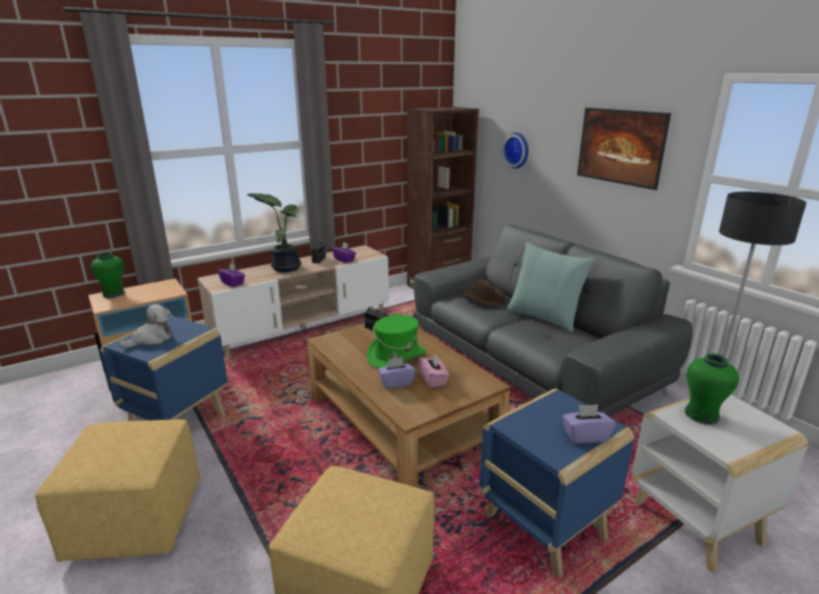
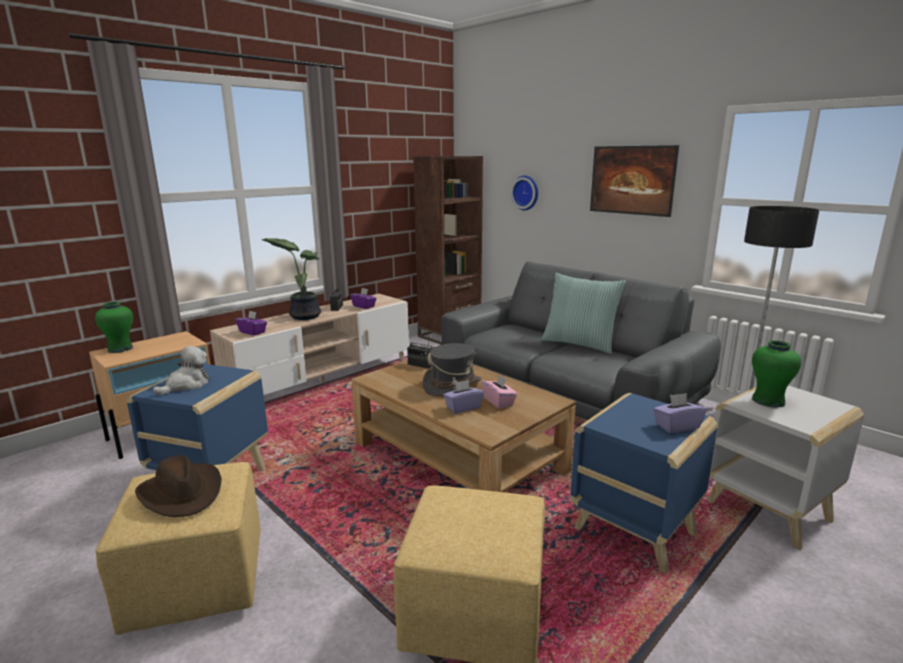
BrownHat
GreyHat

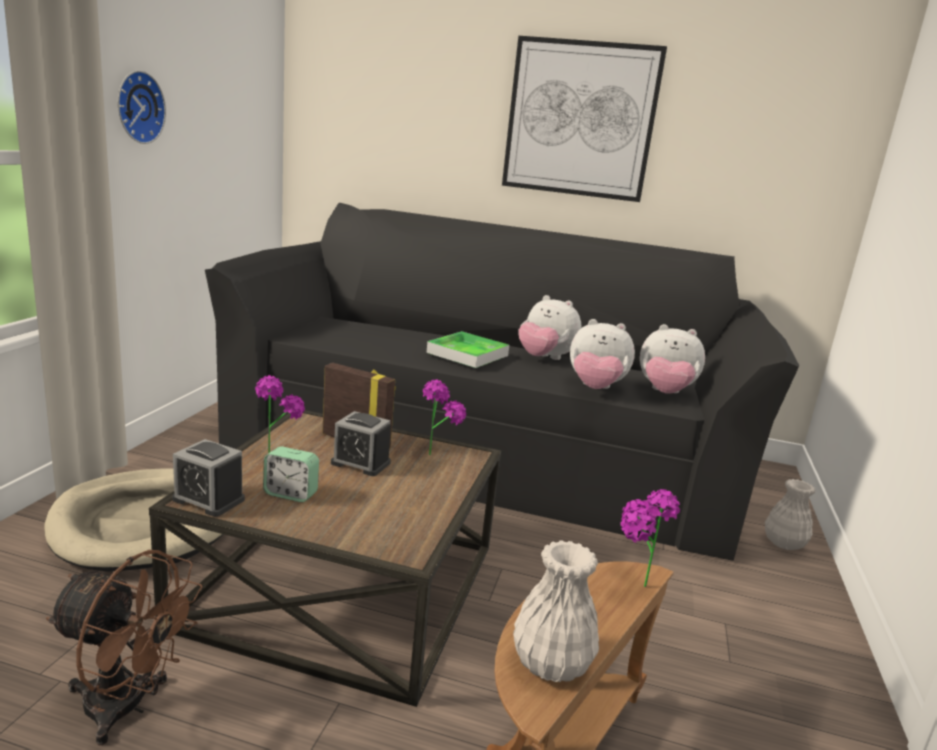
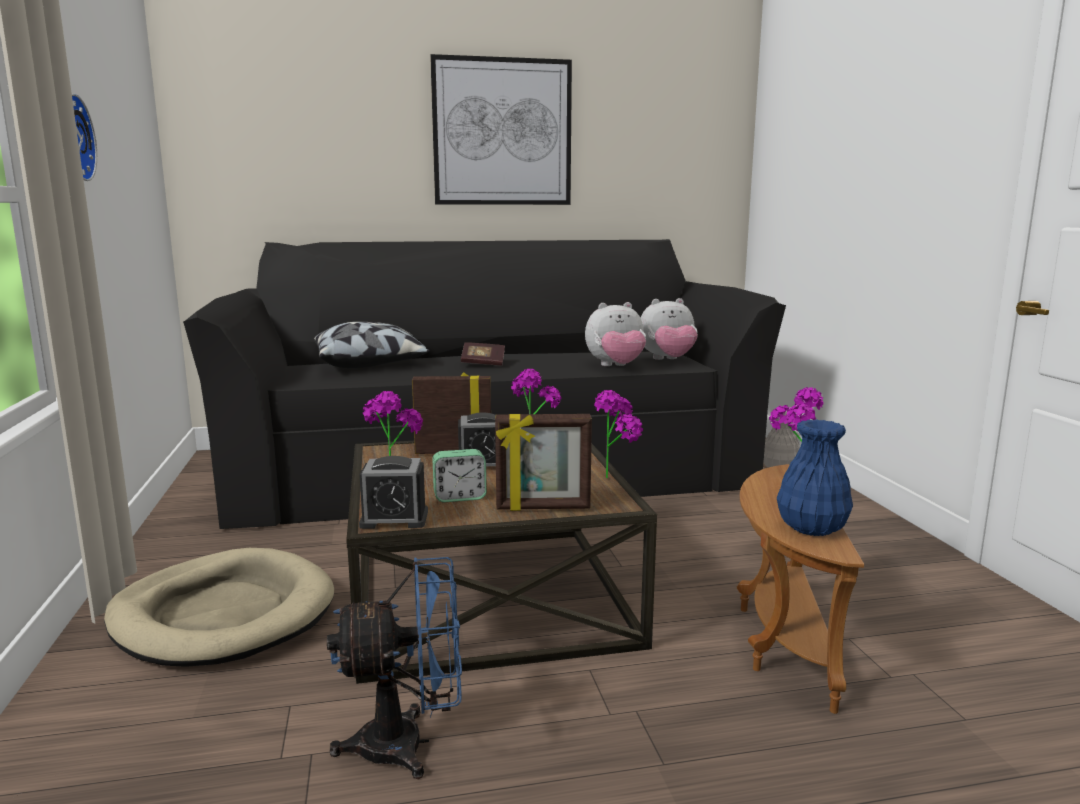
Pillow
BlueFan
Book
PictureFrame (no. 2 from left)
PottedPlant (no. 3 from left)
BlueVase
PlushToy (no. 1 from left in the first image)

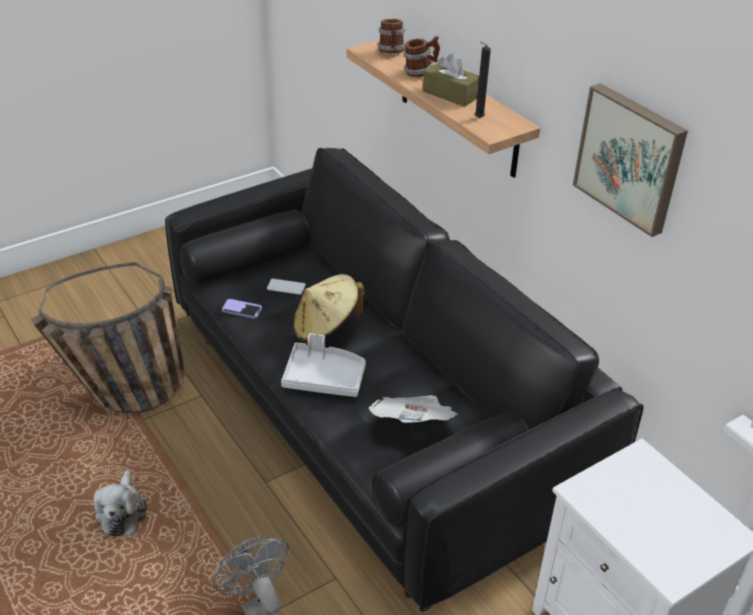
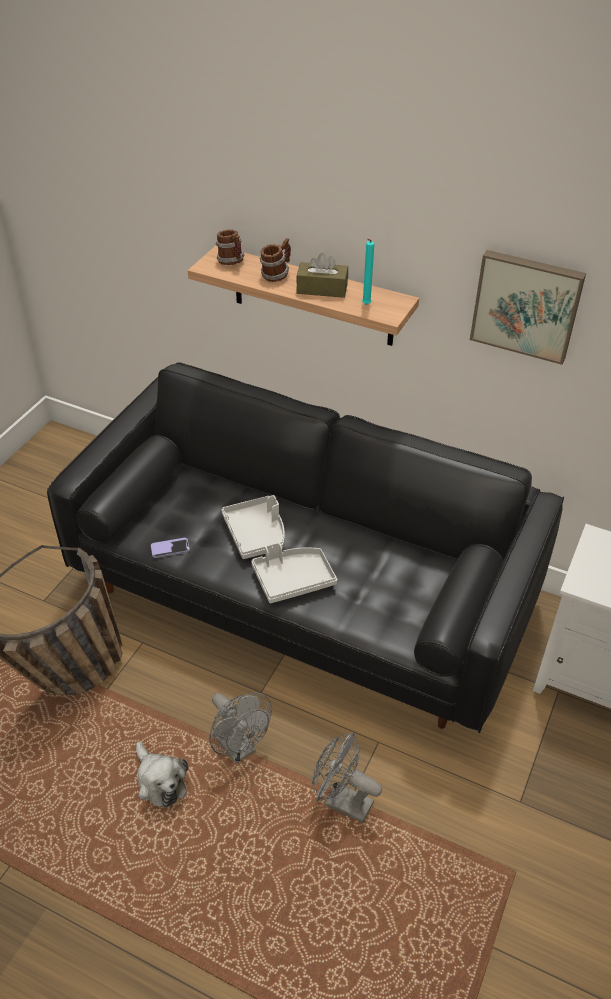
GreyFan (no. 1 from left)
GreyTray (no. 1 from left)
TurquoiseCandle
Phone (no. 2 from left in the first image)
Newspaper

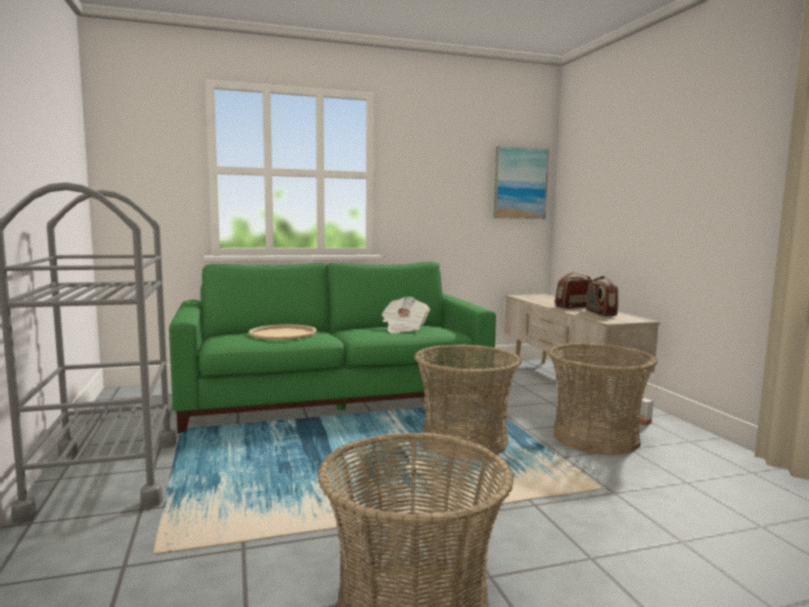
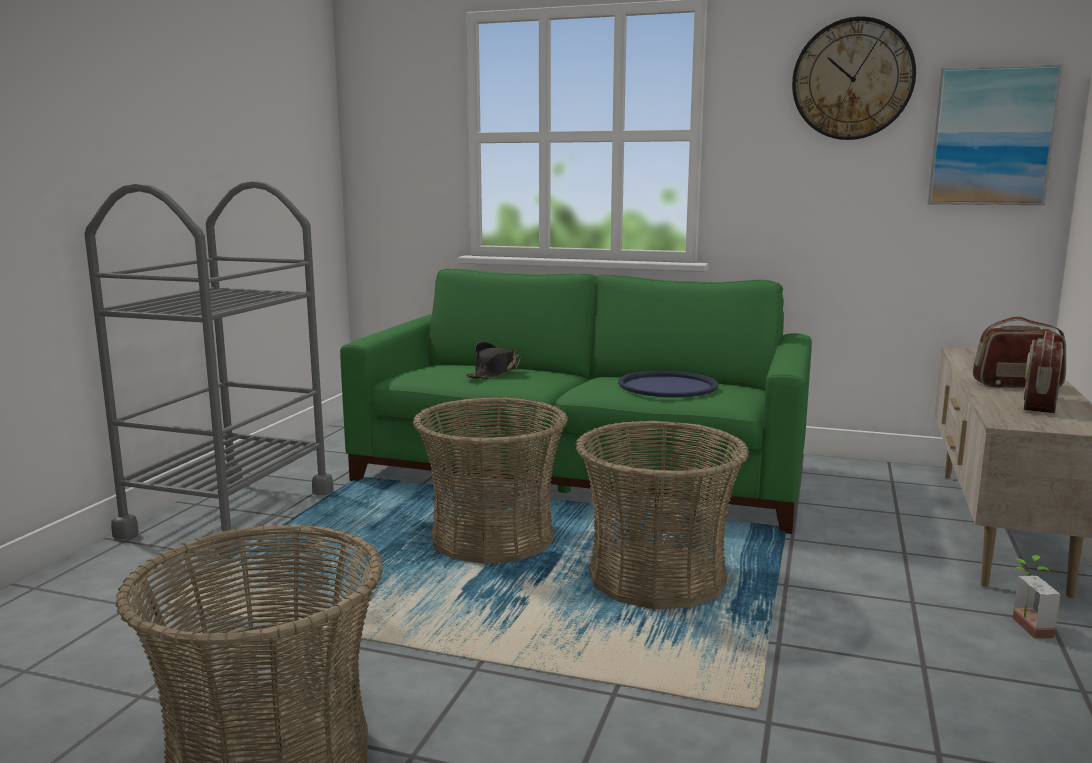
Basket (no. 2 from left)
BlackHat
BlueTray
WallClock

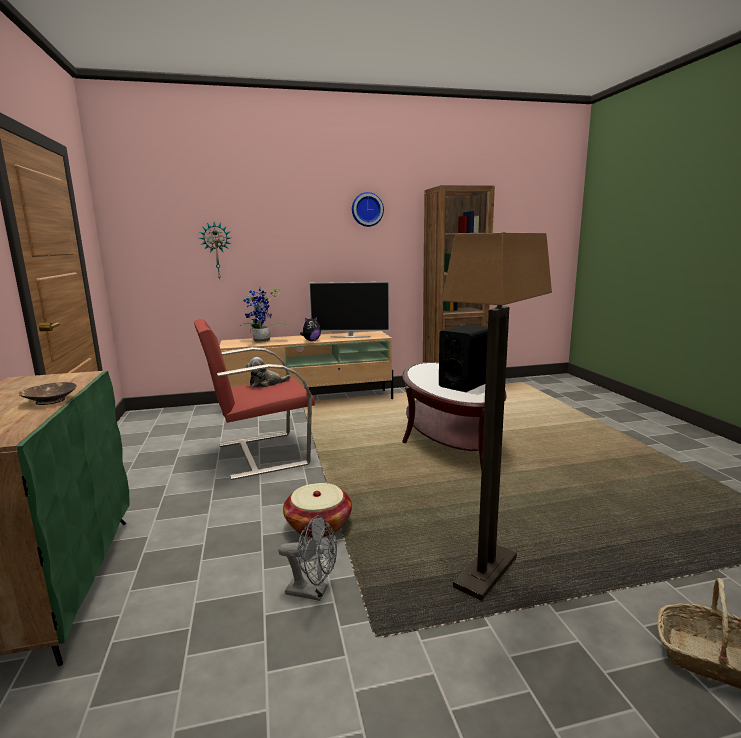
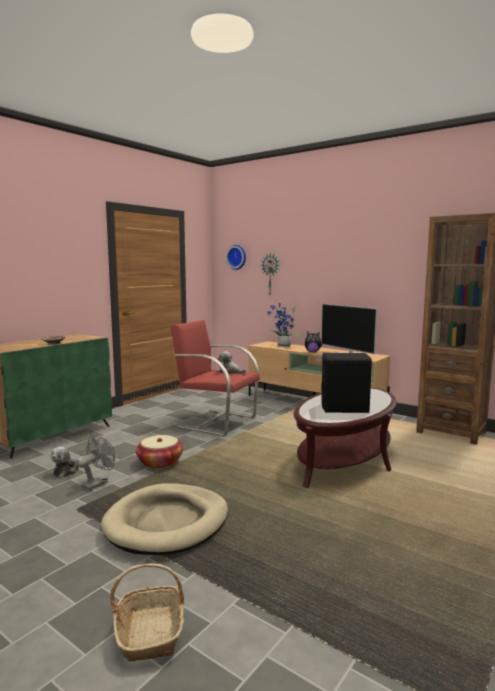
PlushToy (no. 1 from left)
GreyFan
BeigeDogBed
WallClock (no. 1 from left)

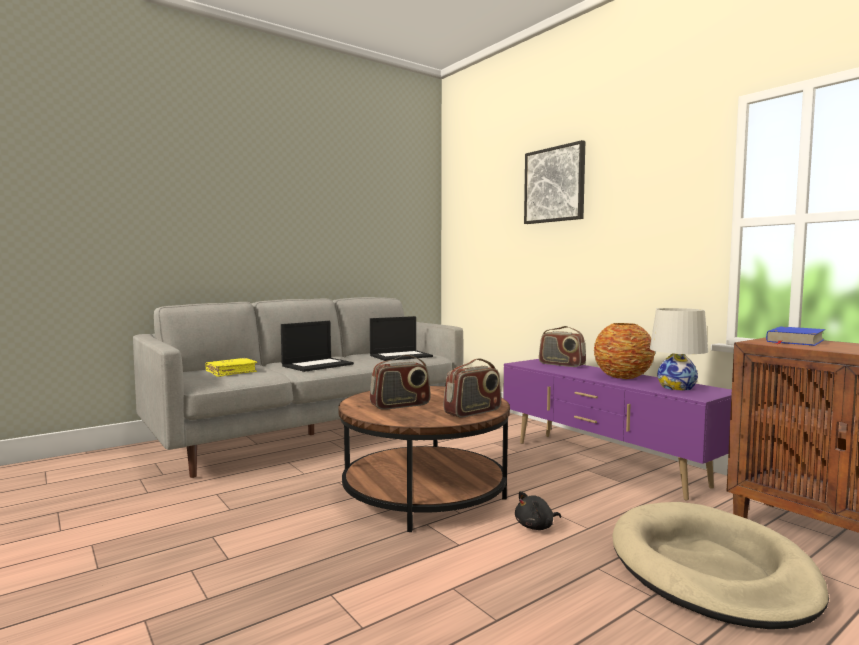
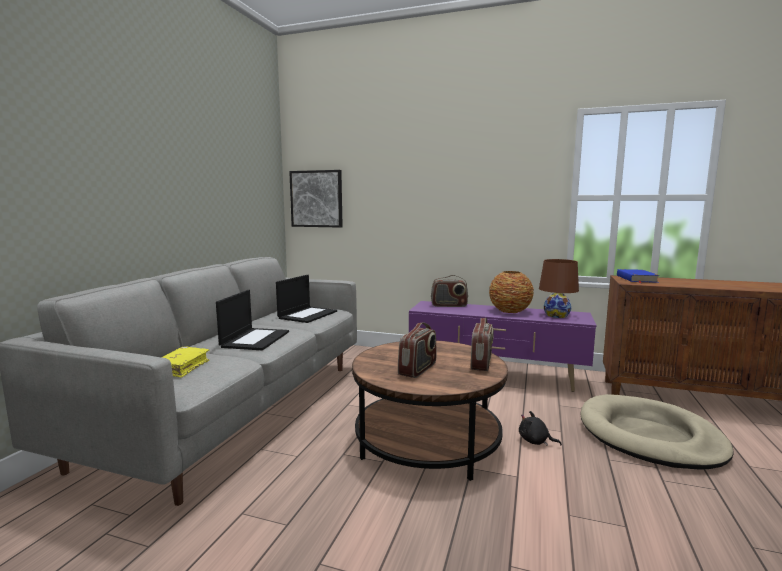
Picture
BlackPlushToy
BrownTableLamp

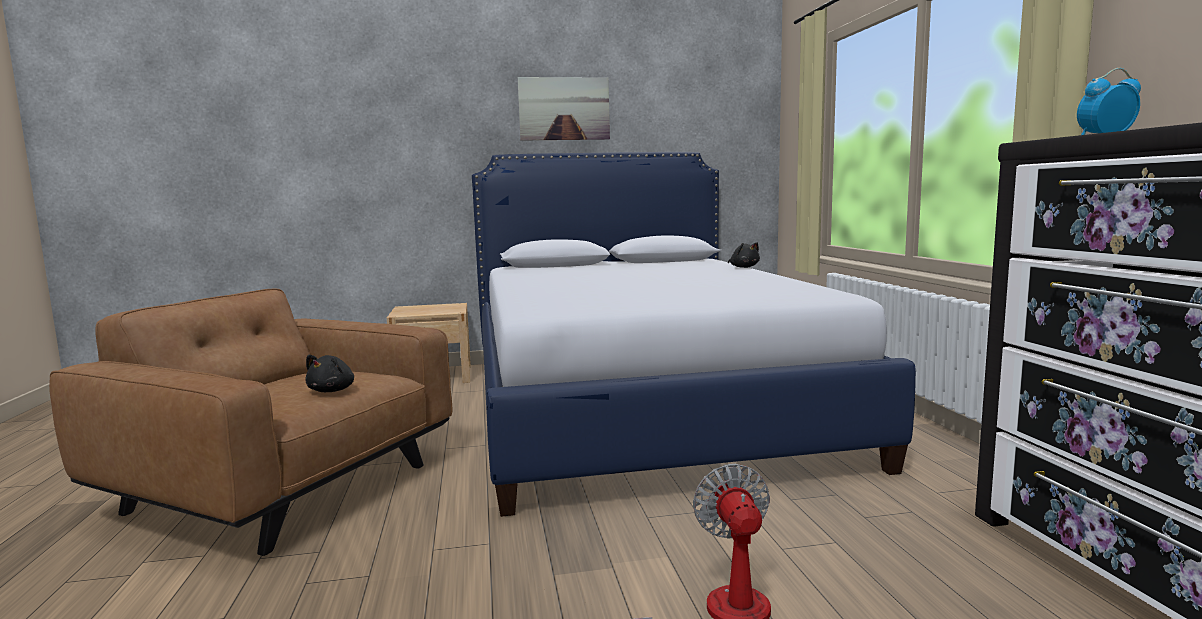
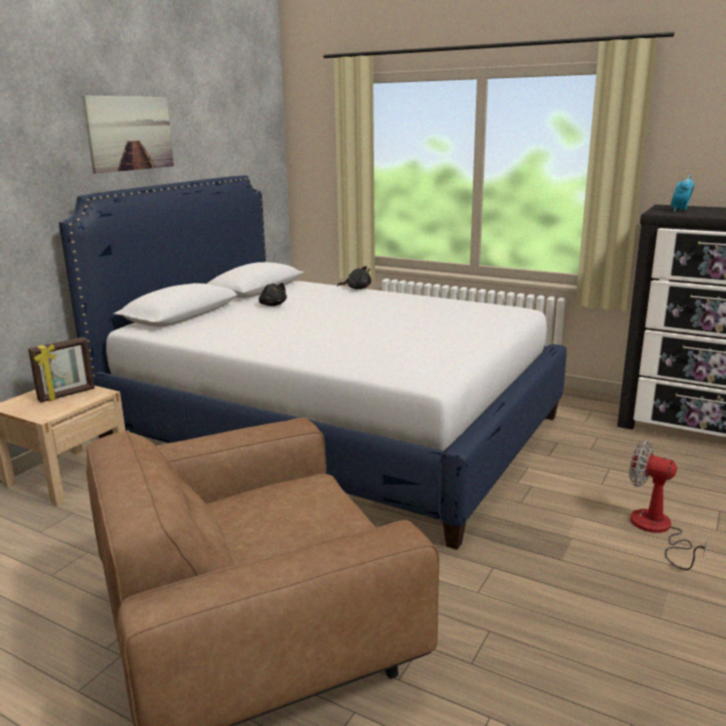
PictureFrame
BlackPlushToy (no. 1 from left)

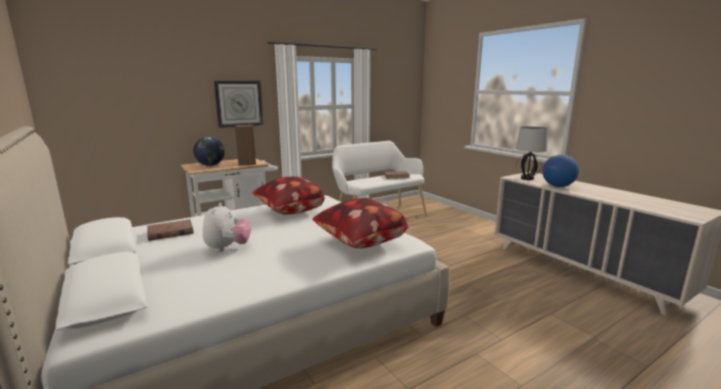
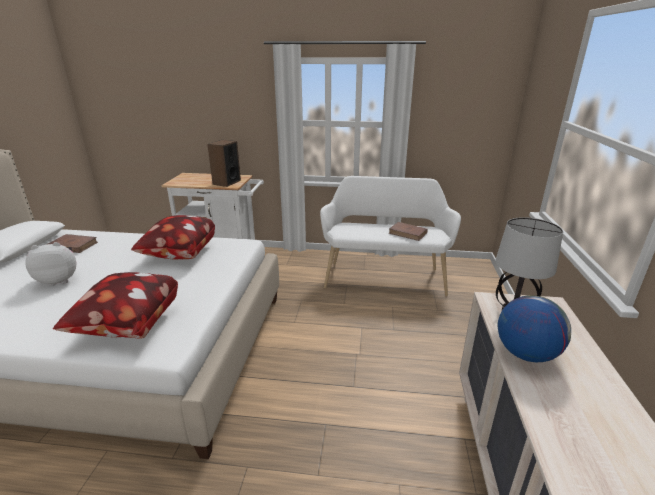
PlushToy
Globe (no. 1 from left in the first image)
WallClock

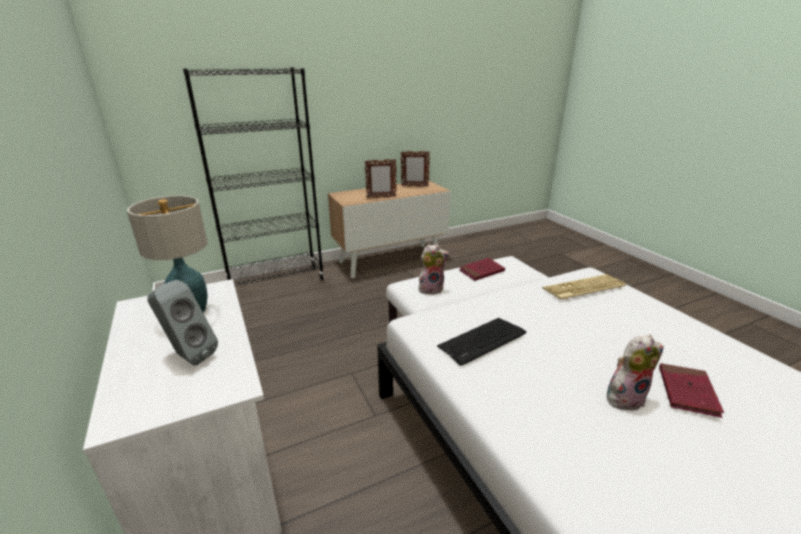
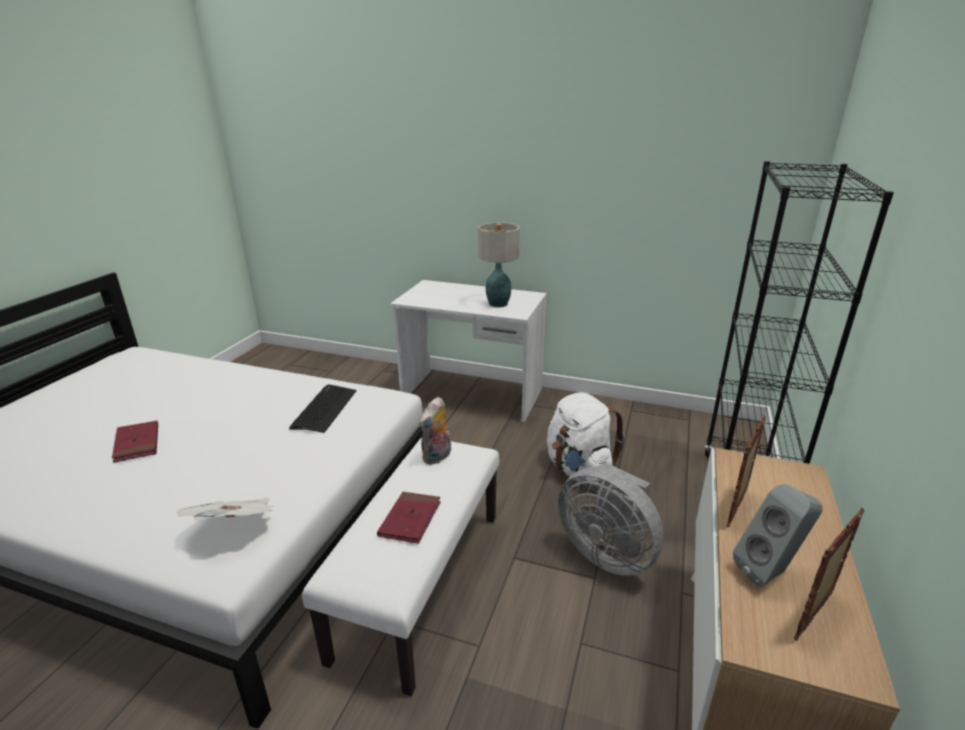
Newspaper
WhiteBackpack
GreyFan
GreySpeaker
PlushToy (no. 2 from left in the first image)

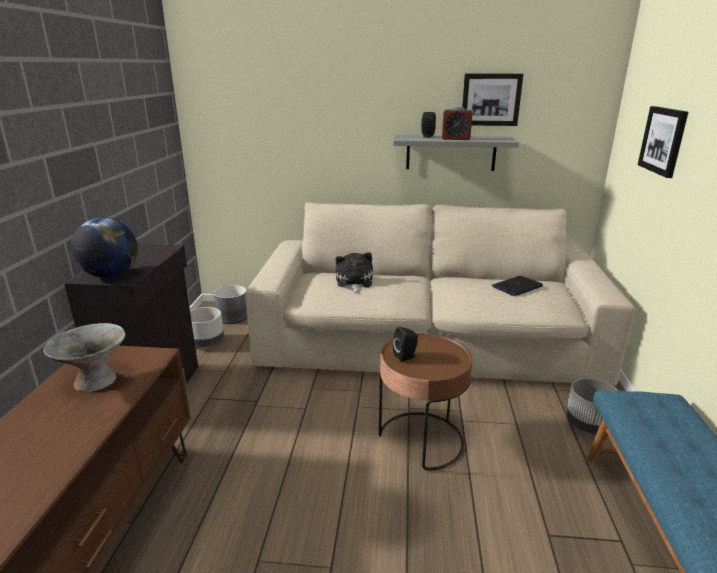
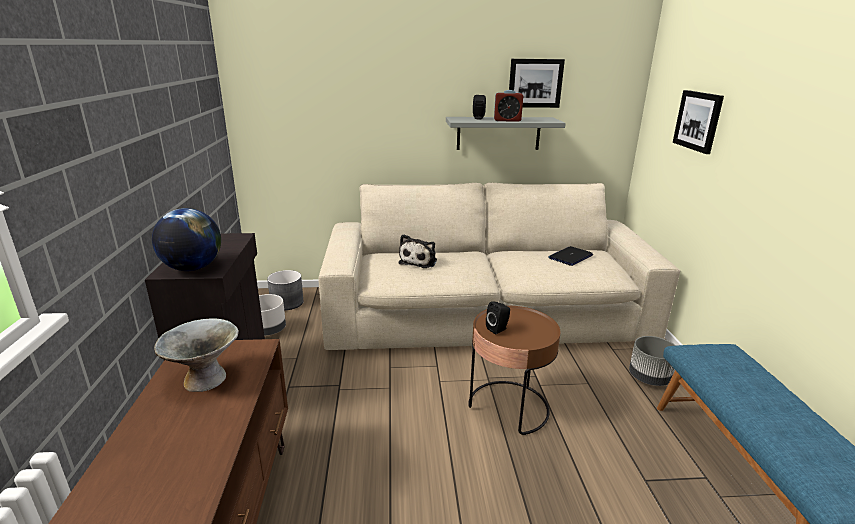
PlushToy

